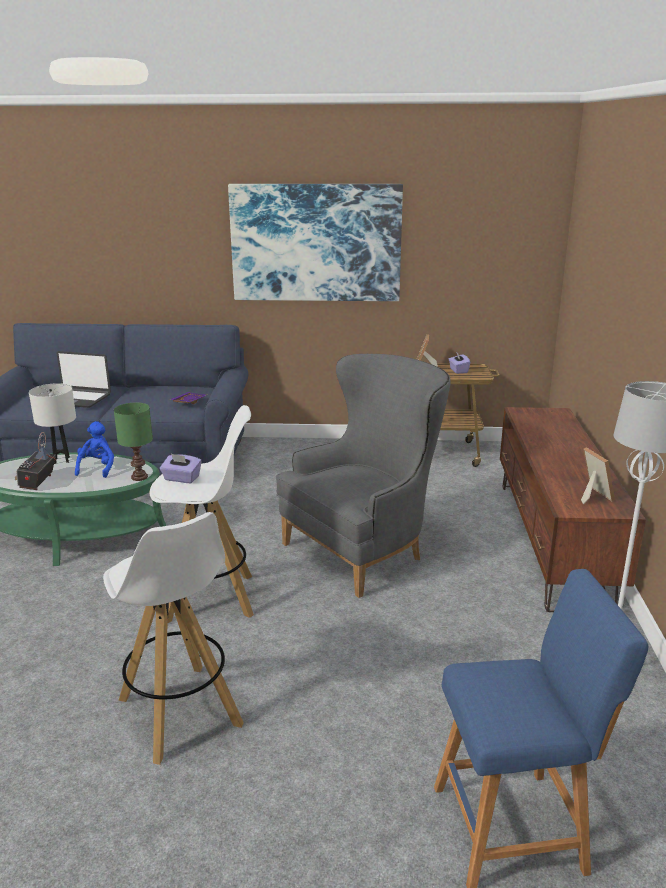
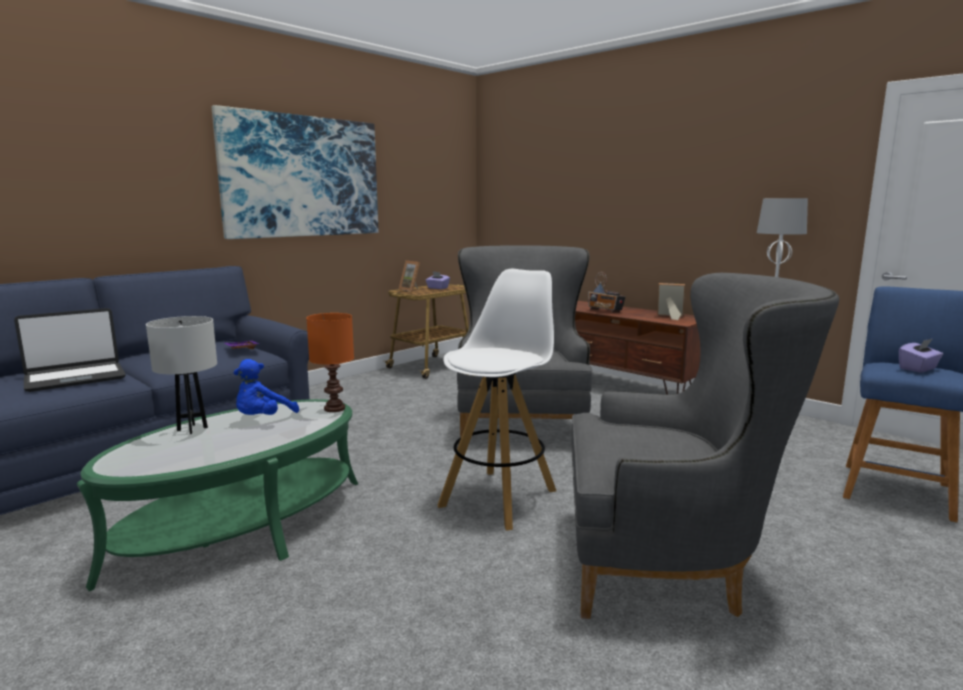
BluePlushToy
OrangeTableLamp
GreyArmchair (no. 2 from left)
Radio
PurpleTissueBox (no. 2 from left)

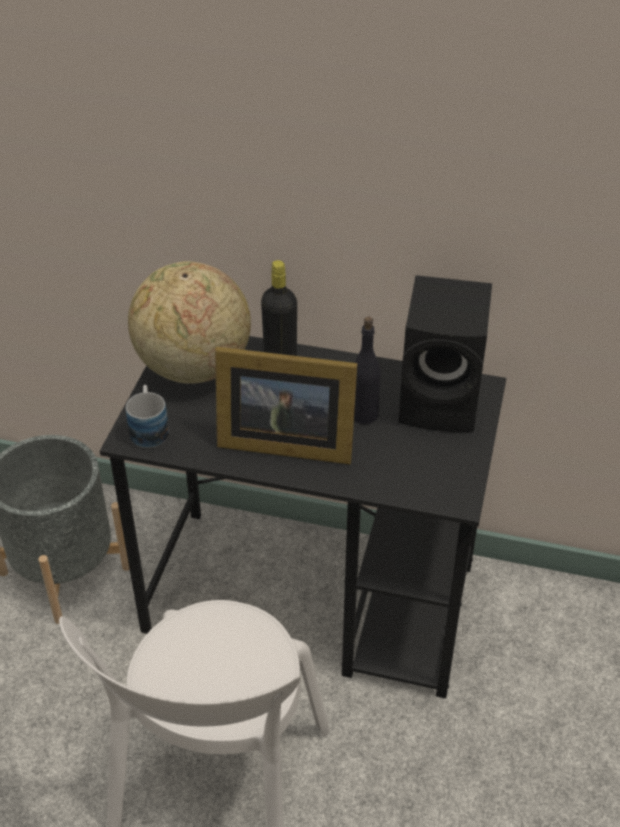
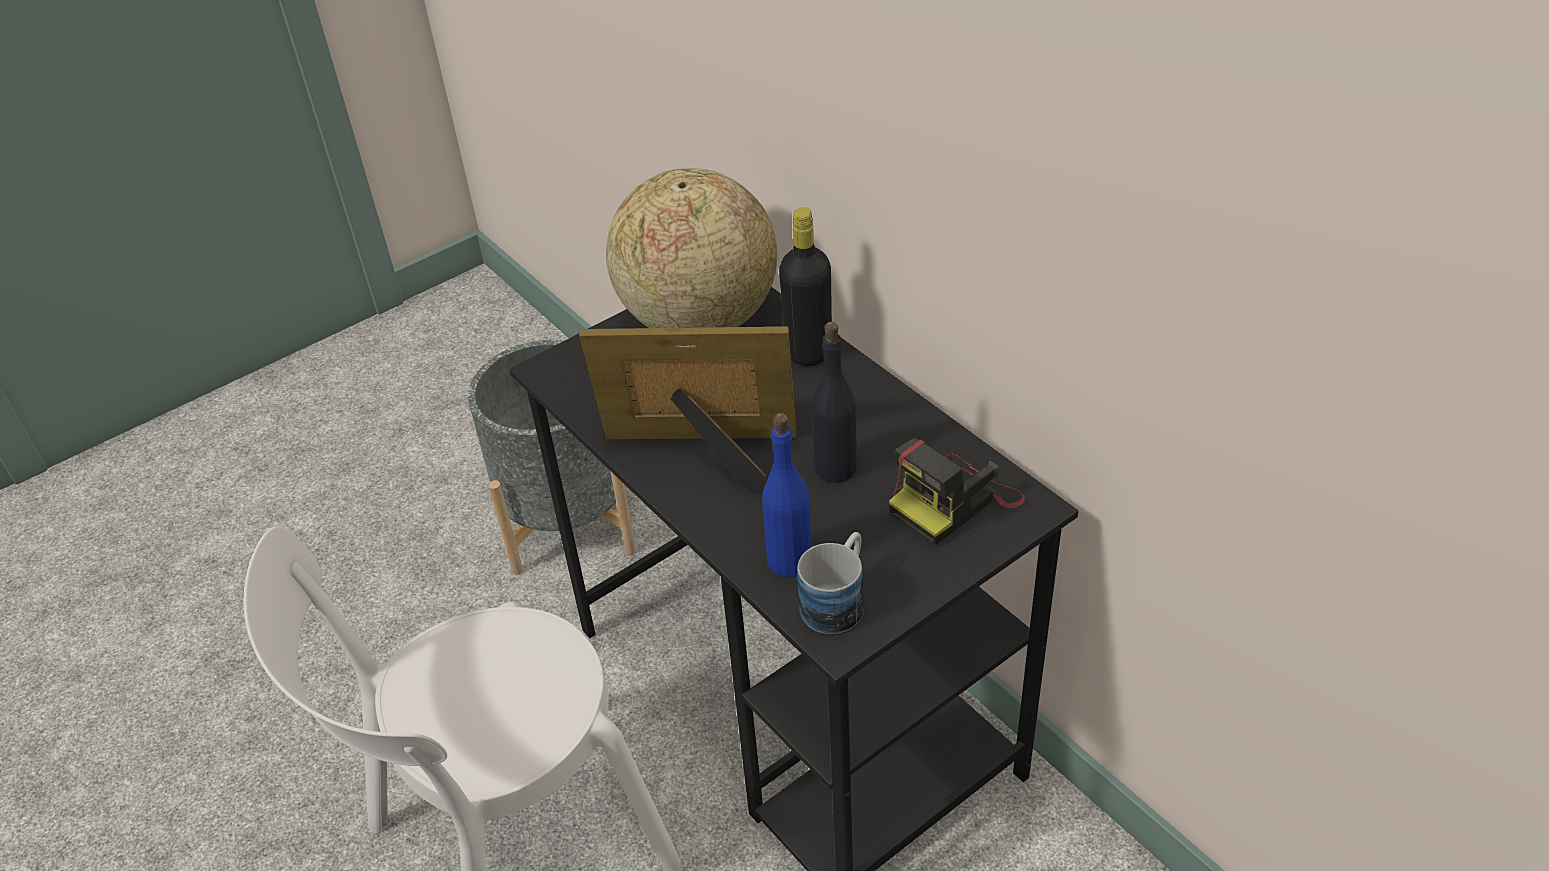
PictureFrame
BlueBottle
Mug
PhotoCamera

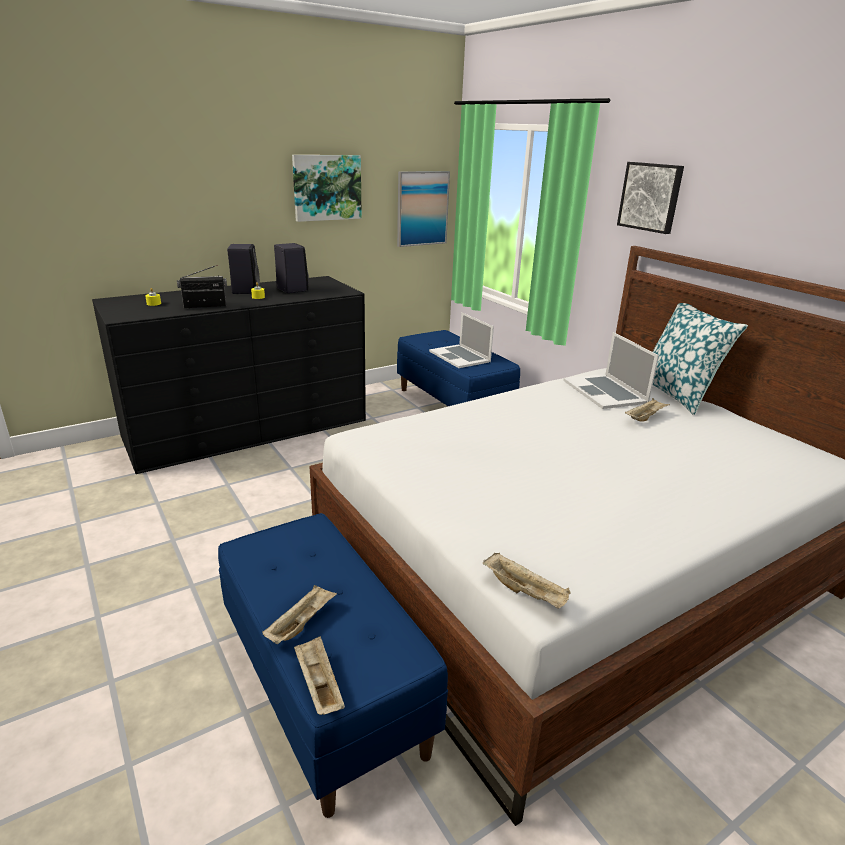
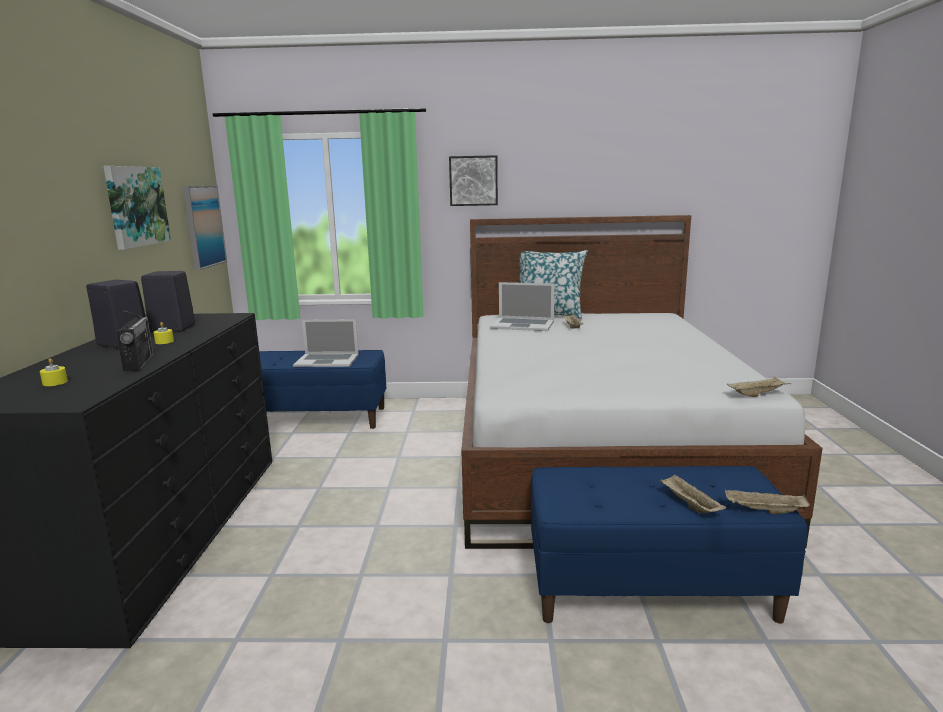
Radio

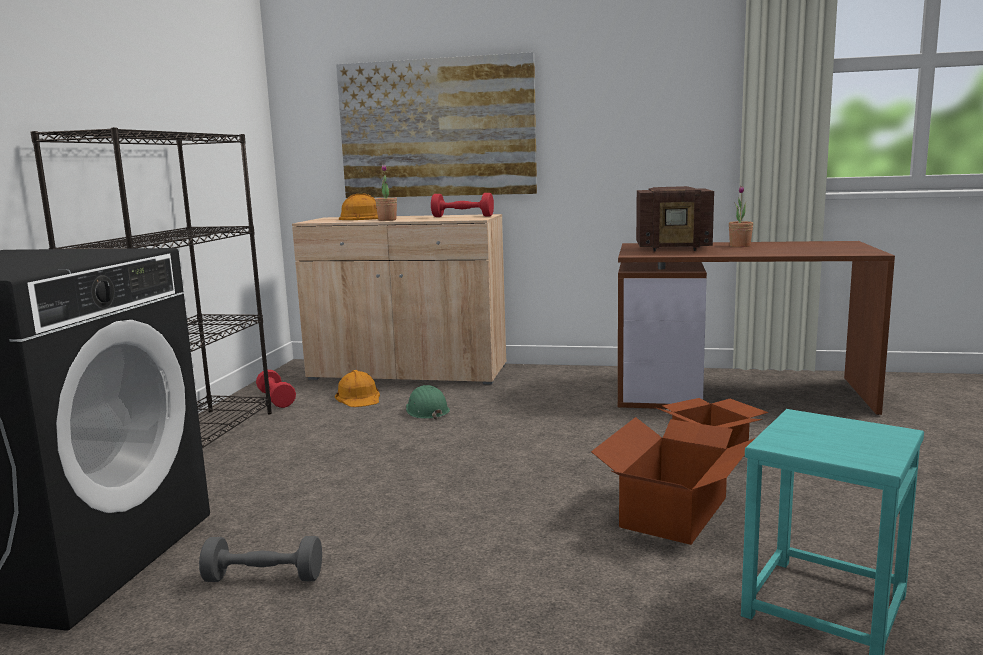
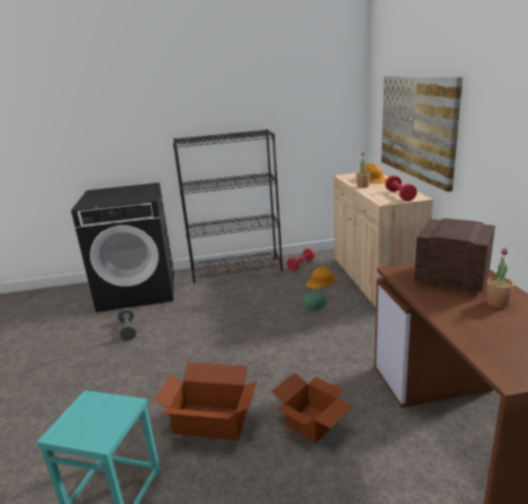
Radio

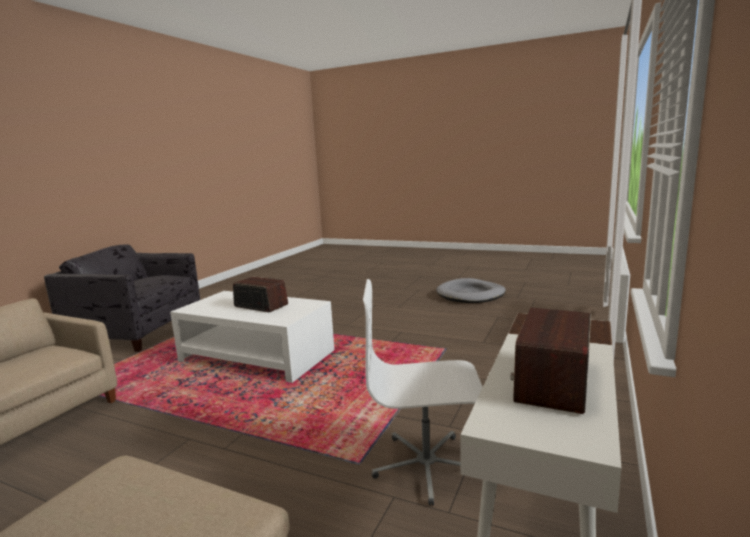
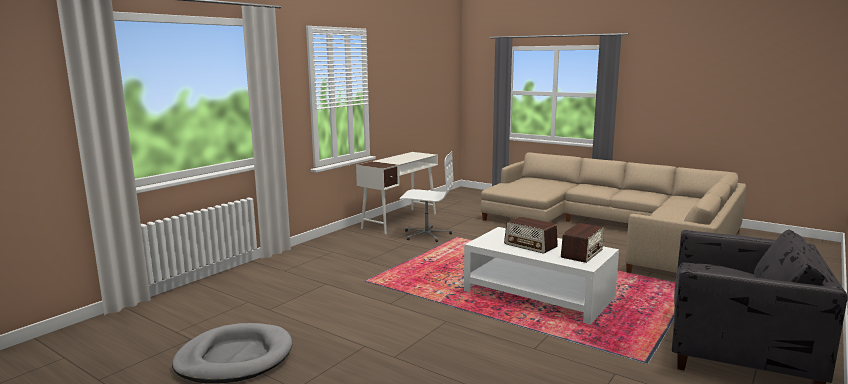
Radio (no. 2 from left)

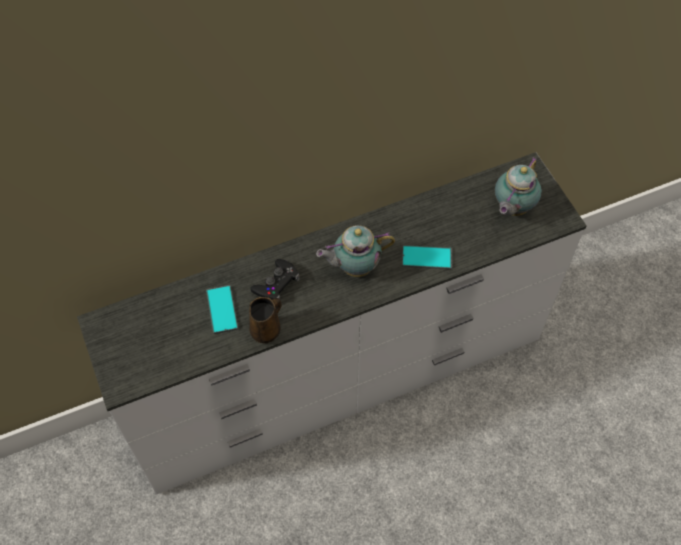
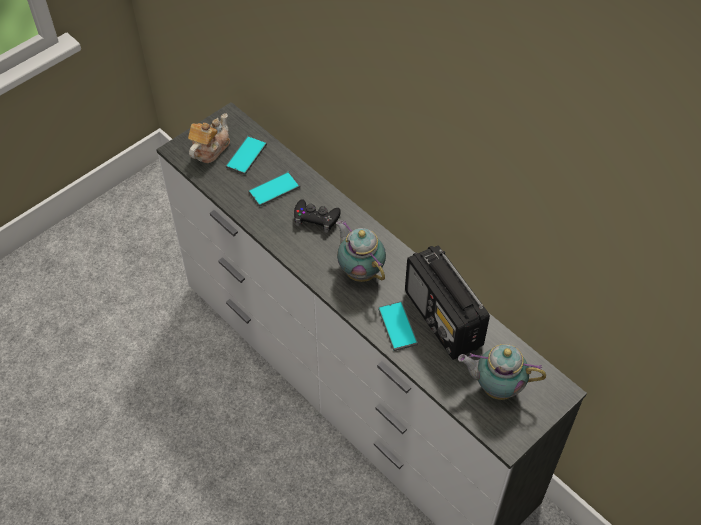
Teapot (no. 1 from left)
Phone (no. 1 from left)
Radio
BrownMug

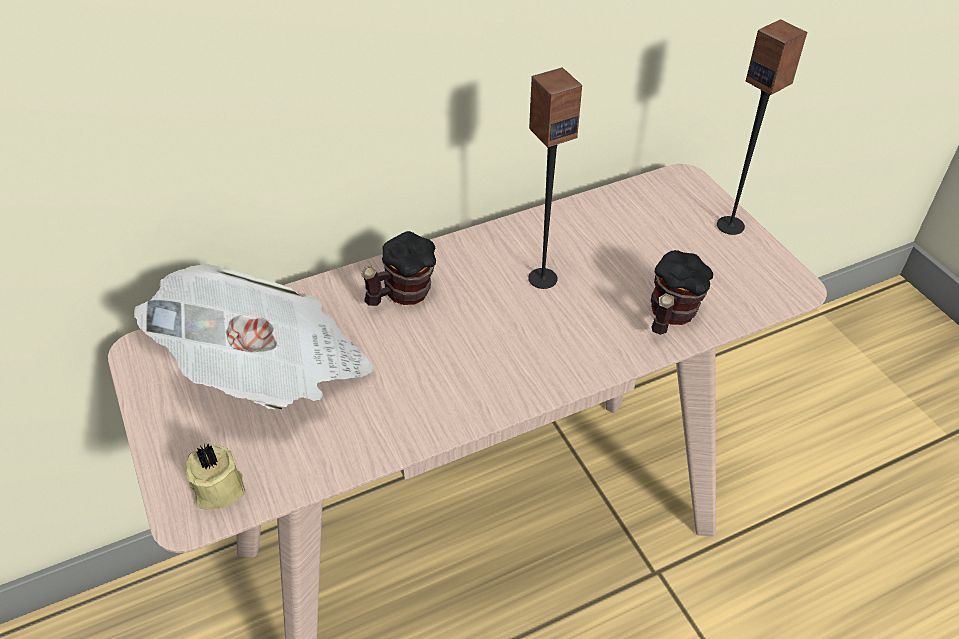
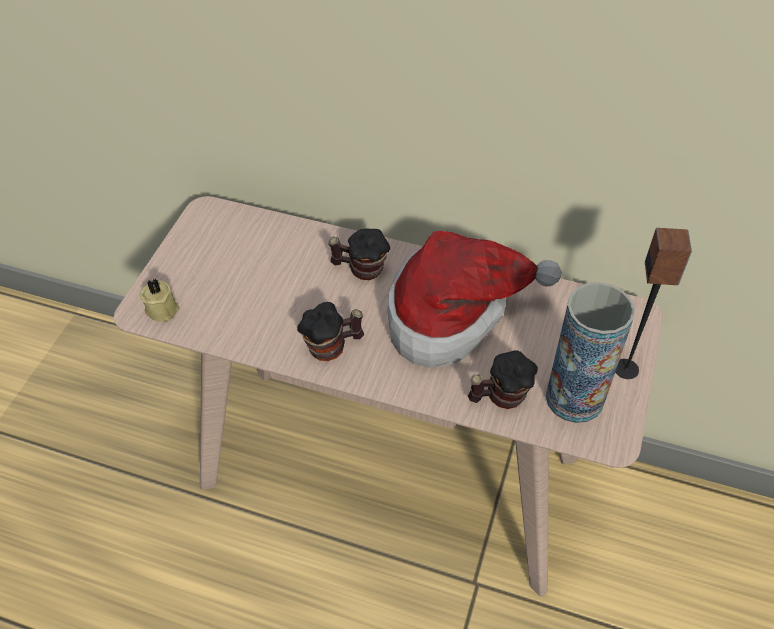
Mug (no. 1 from left)
Hat
Vase
Newspaper

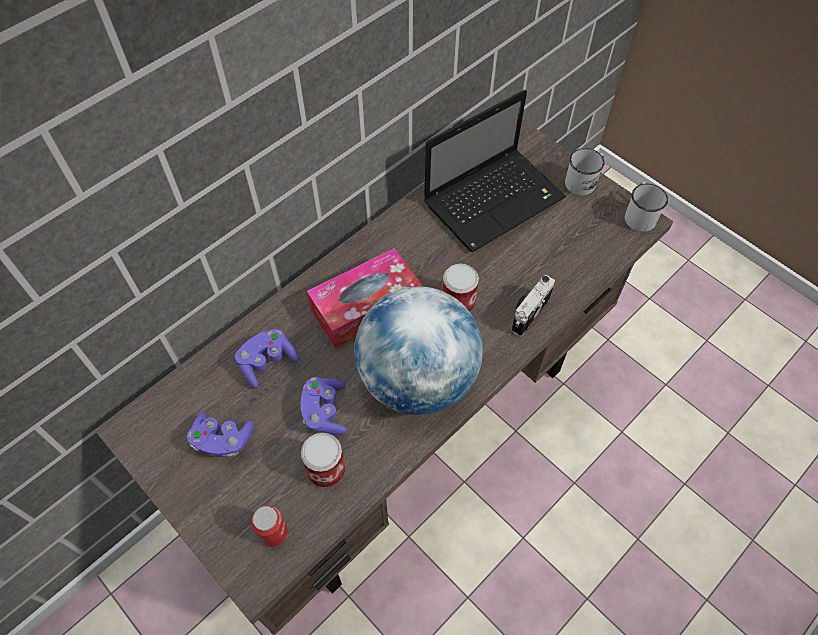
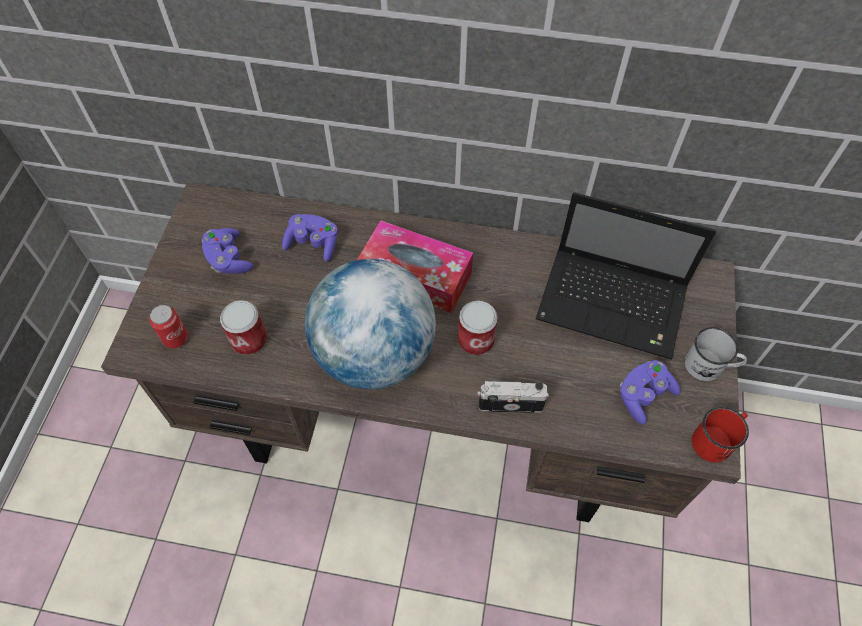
PurpleGameController (no. 3 from left)
RedMug

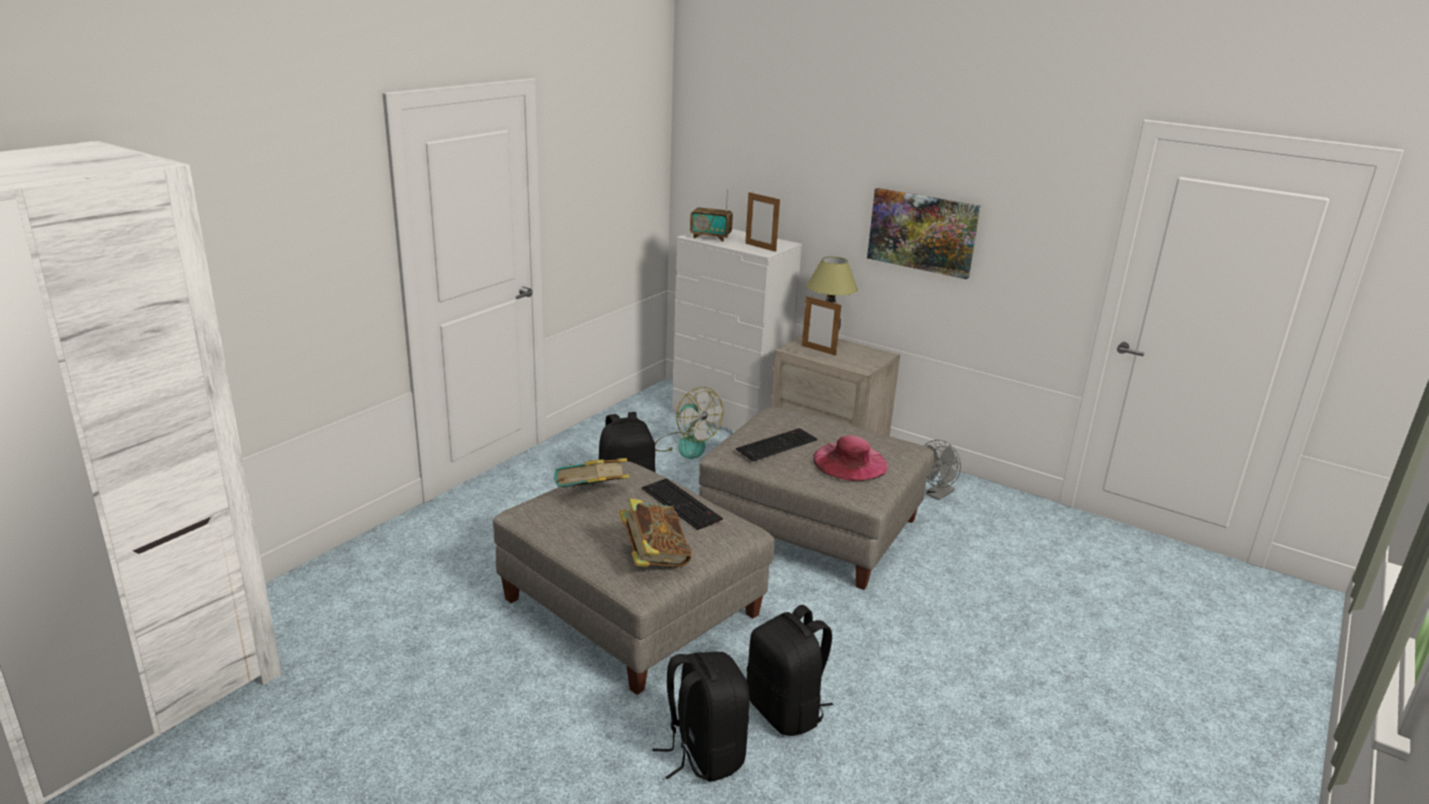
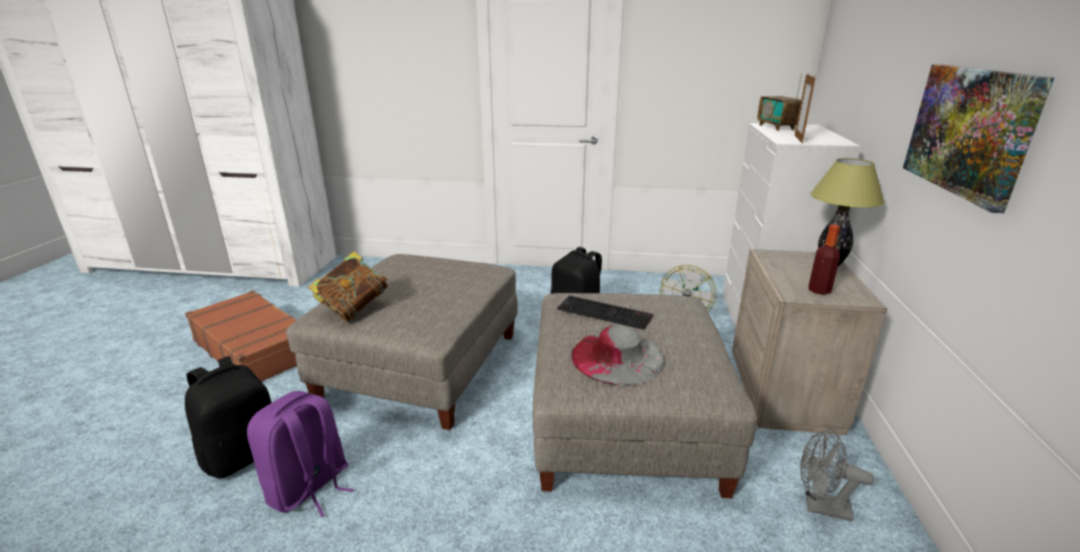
BrownSuitcase
PurpleBackpack
GreyHat
Bottle
Book (no. 1 from left in the first image)
Keyboard (no. 1 from left in the first image)
PictureFrame (no. 2 from left in the first image)

